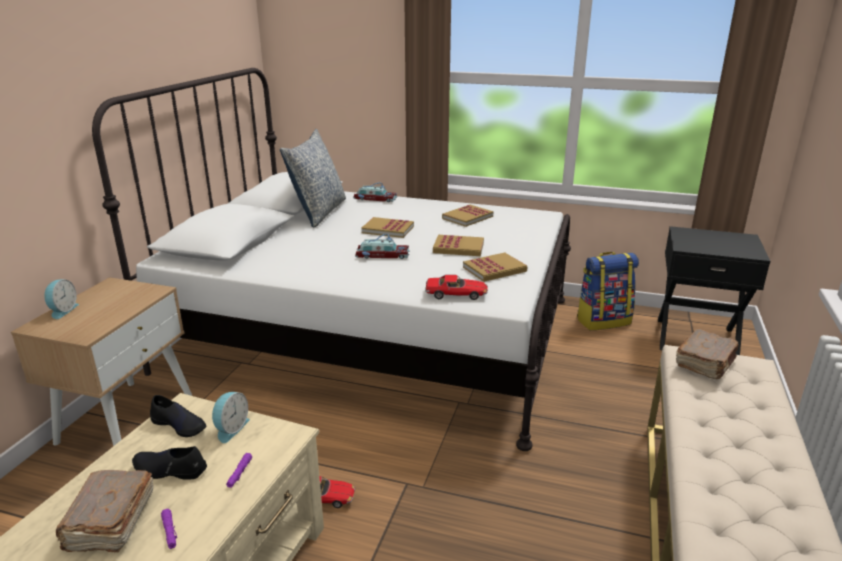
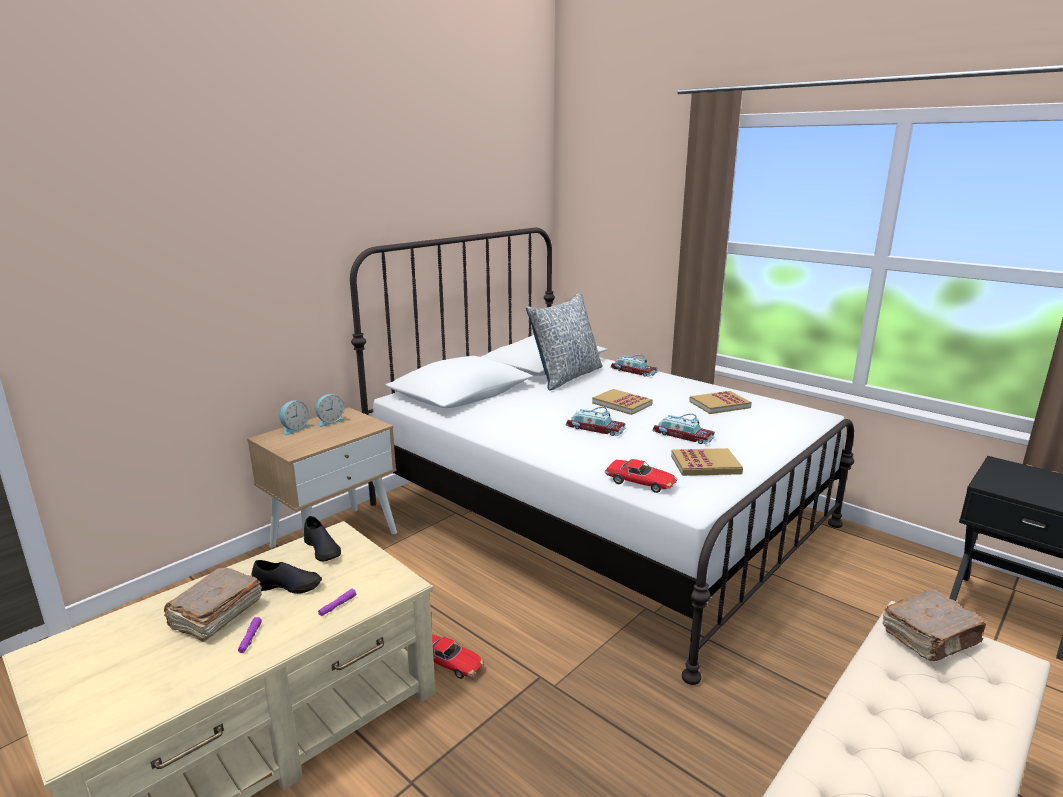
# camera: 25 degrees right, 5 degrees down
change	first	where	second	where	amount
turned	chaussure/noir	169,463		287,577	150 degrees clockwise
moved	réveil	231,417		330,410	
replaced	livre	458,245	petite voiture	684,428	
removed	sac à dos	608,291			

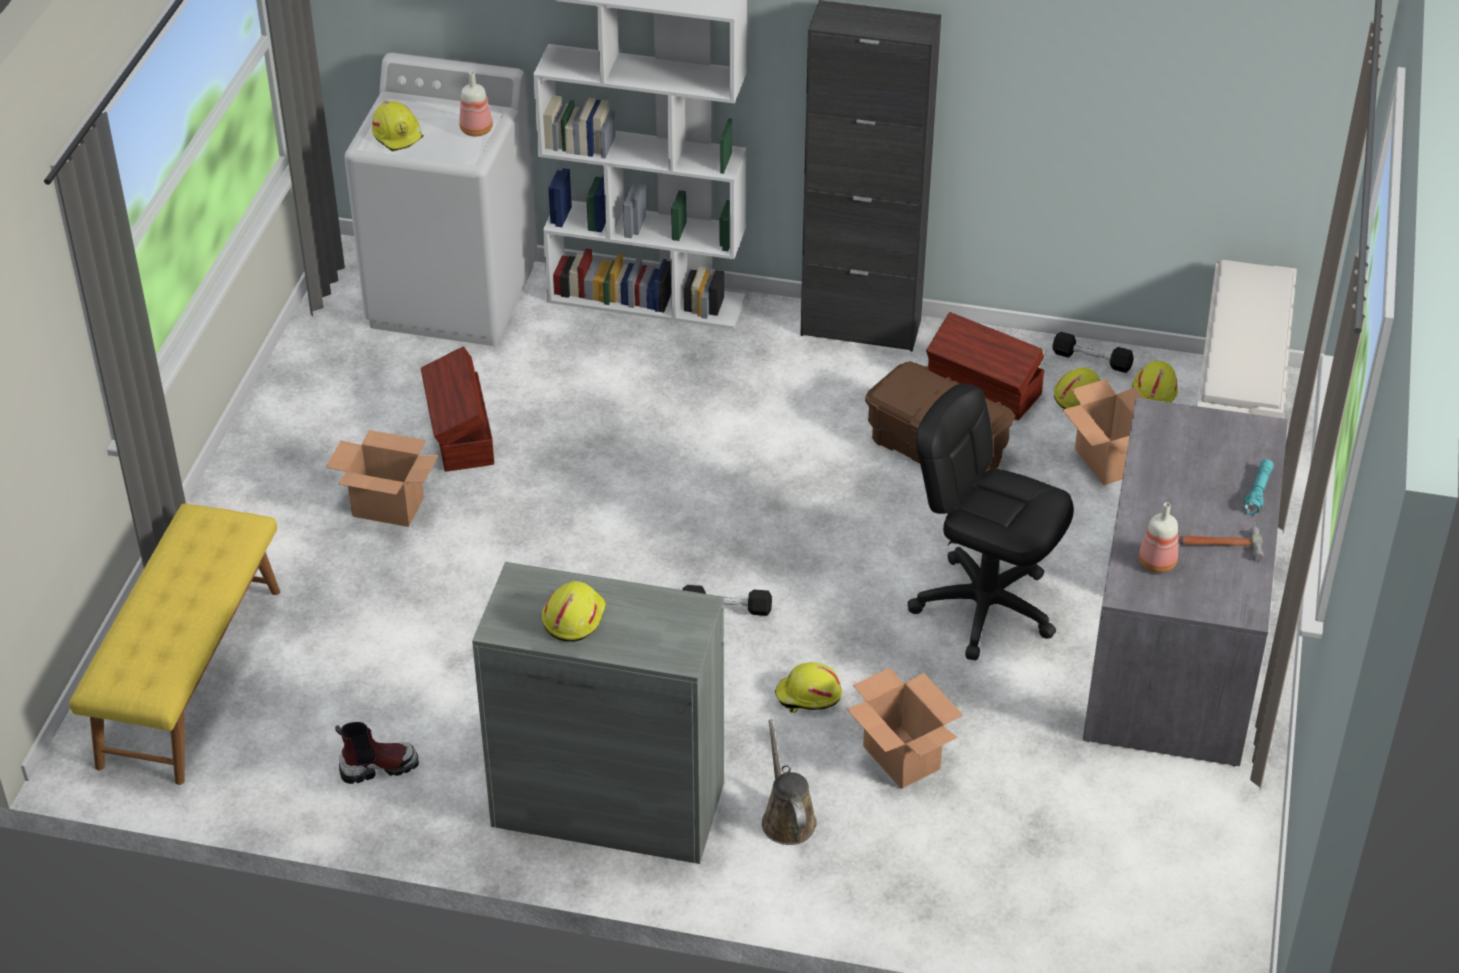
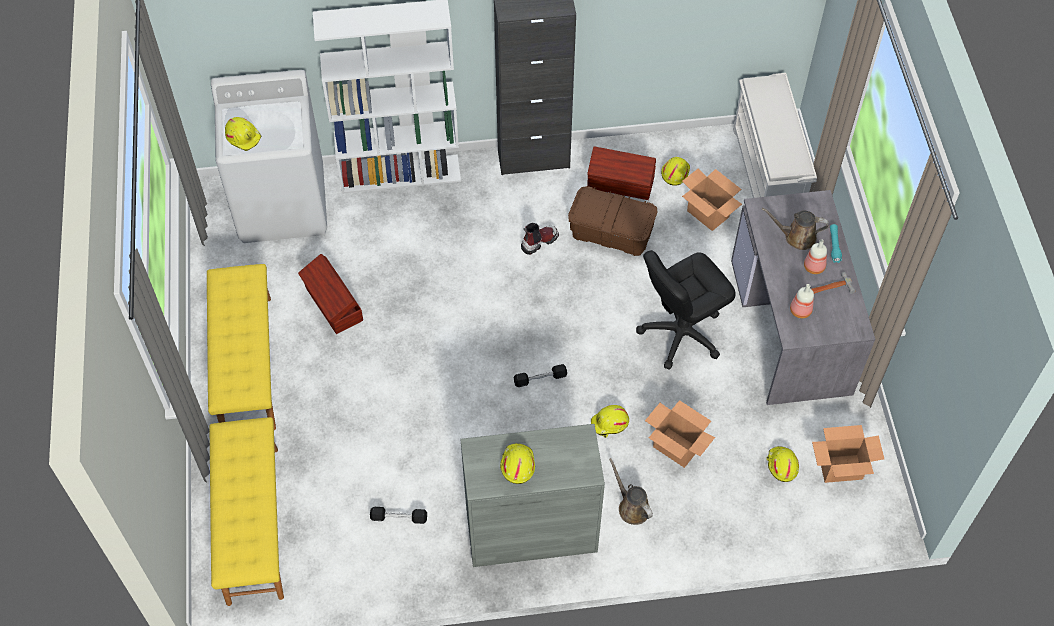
# camera: 20 degrees left, 15 degrees up
change	first	where	second	where	amount
moved	carton	382,478		848,454	
moved	botte	377,753		540,239	
moved	bouteille	476,103		815,256	
turned	chaise de bureau/noir	991,521		686,309	45 degrees counterclockwise
moved	haltère/noir	1093,352		398,515	
moved	casque de chantier/jaune	1155,381		783,464	
added			banc/jaune	241,347	
added			arrosoir/marron	795,229	

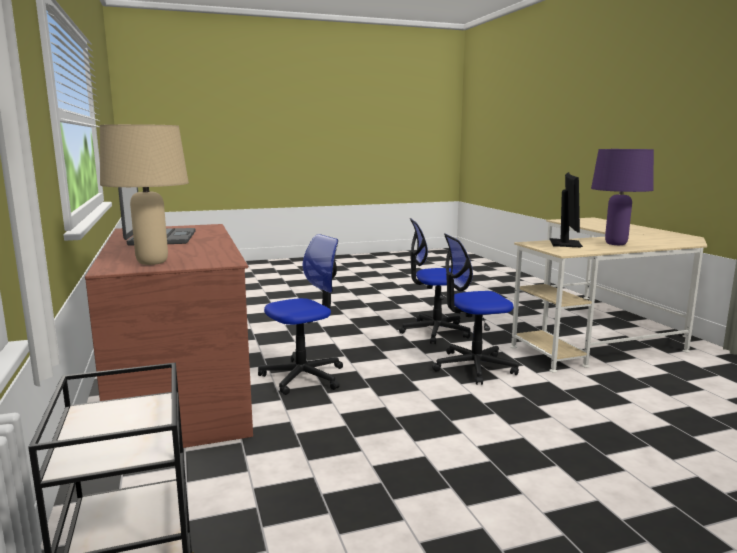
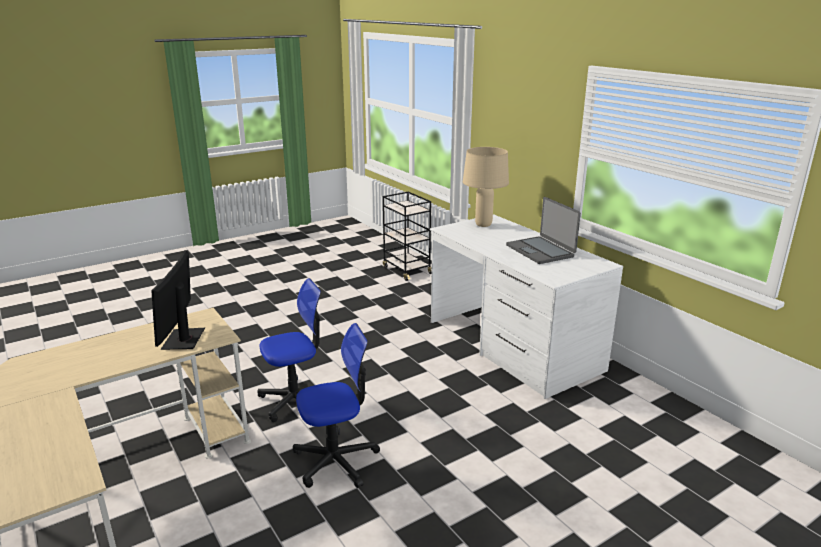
# camera: 165 degrees right, 10 degrees up
change	first	where	second	where	amount
recoloured	bureau/marron	169,336	bureau/blanc	526,306	
removed	chaise de bureau	300,314			
removed	lampe de table/violet	622,197			

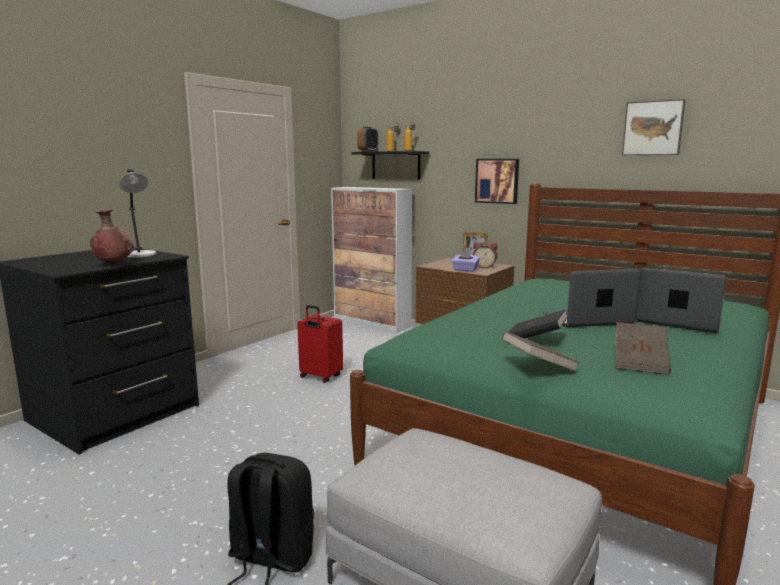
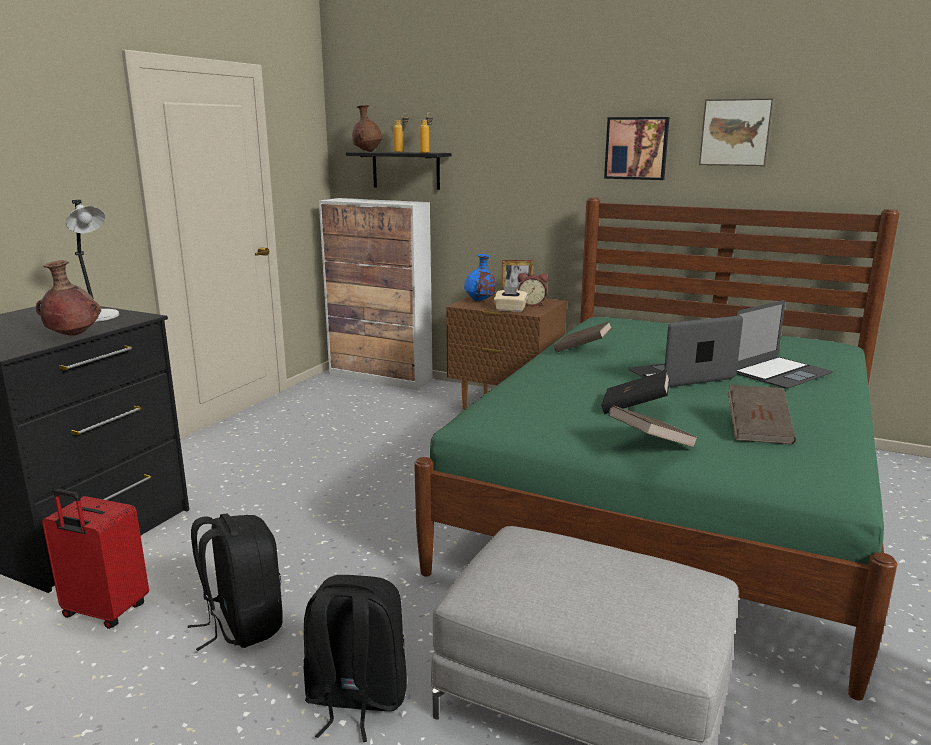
# camera: 10 degrees left, 5 degrees up
change	first	where	second	where	amount
moved	valise/rouge	320,344		95,559	
replaced	réveil	367,139	vase/marron	367,128	
recoloured	boîte à mouchoirs/violet	466,261	boîte à mouchoirs/beige	511,299	
moved	tableau	497,181		636,148	
turned	ordinateur portable	681,300		784,344	120 degrees clockwise
added			sac à dos/noir	235,582	
added			vase/bleu	480,277	
added			livre/marron	583,337	

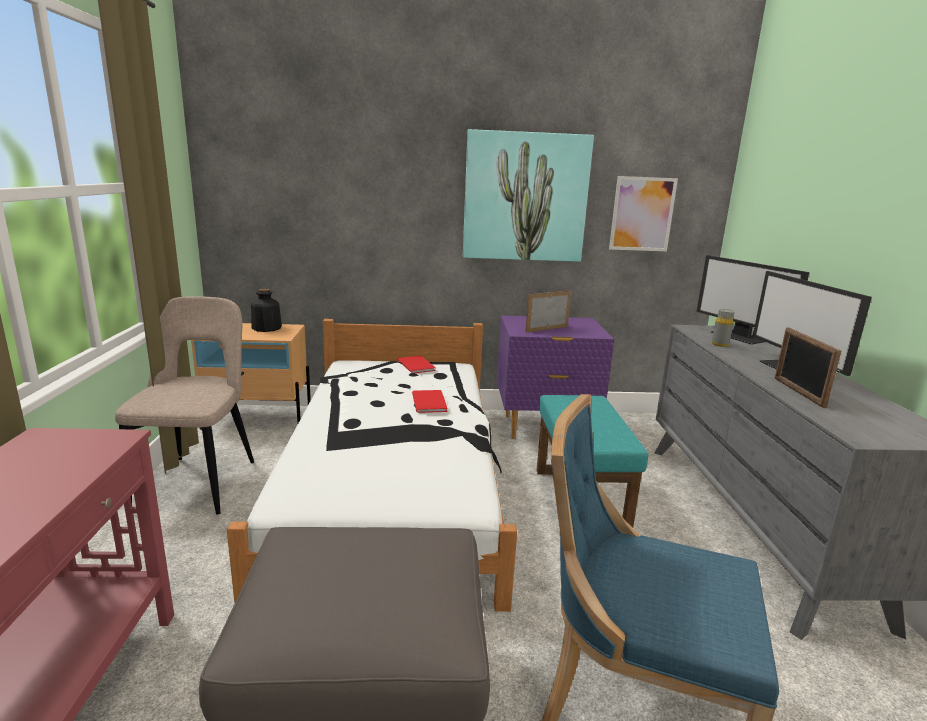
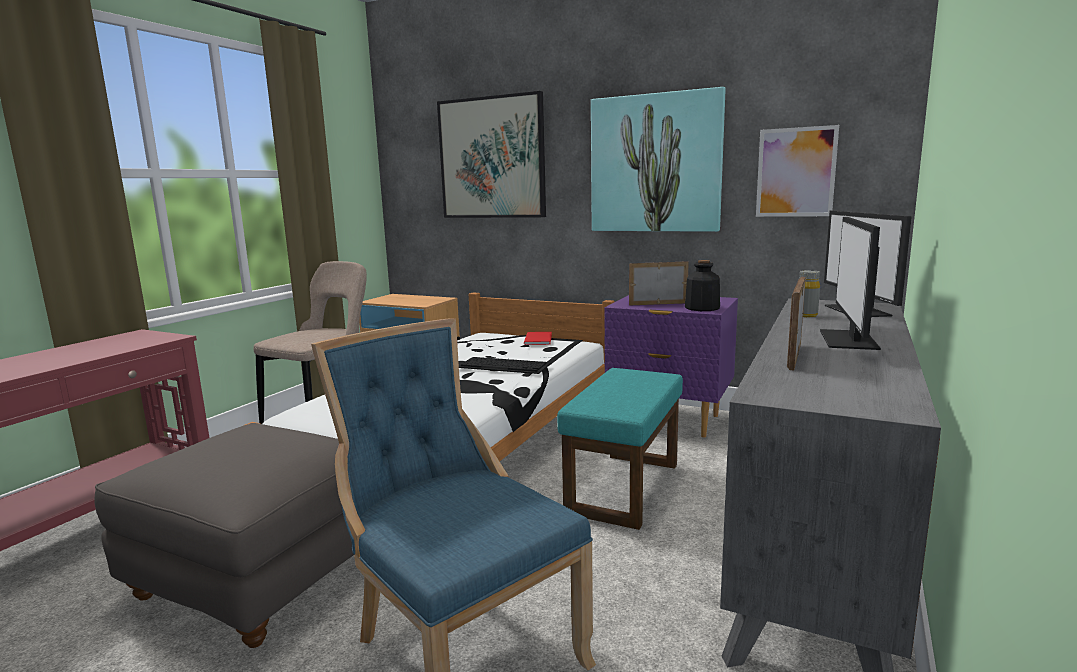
# camera: 30 degrees right, 5 degrees down
change	first	where	second	where	amount
moved	bouteille	266,310		702,285	
replaced	livre/rouge	429,401	clavier	505,365	
added			tableau	491,154	

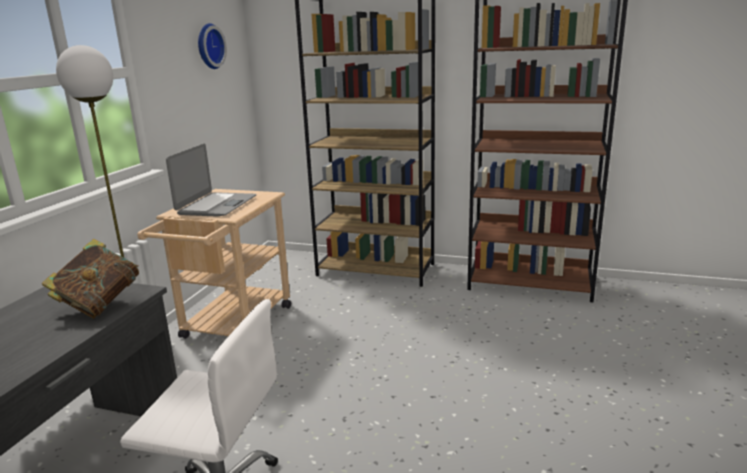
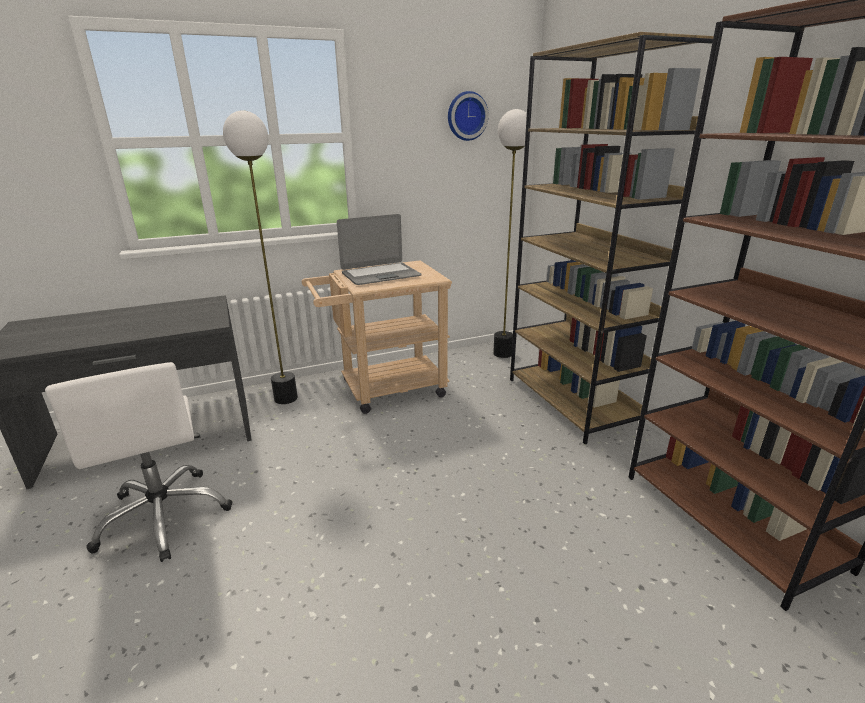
# camera: 50 degrees right, 5 degrees up
change	first	where	second	where	amount
removed	livre	90,278			
added			lampadaire	513,233	

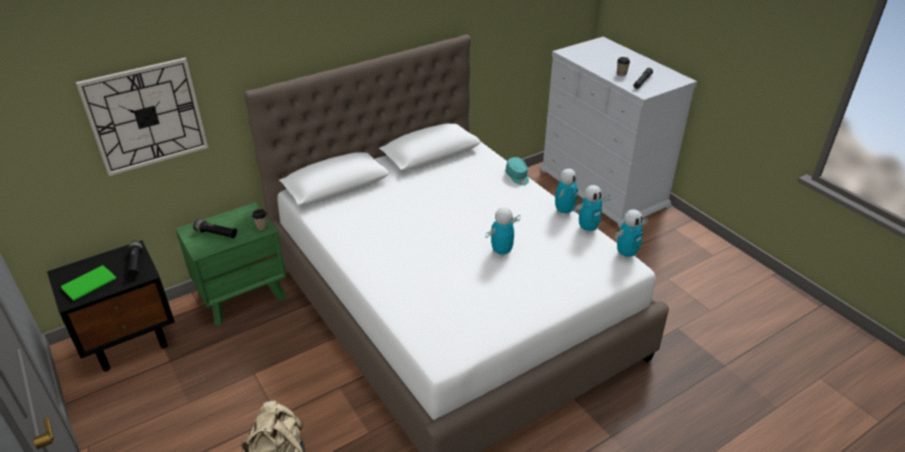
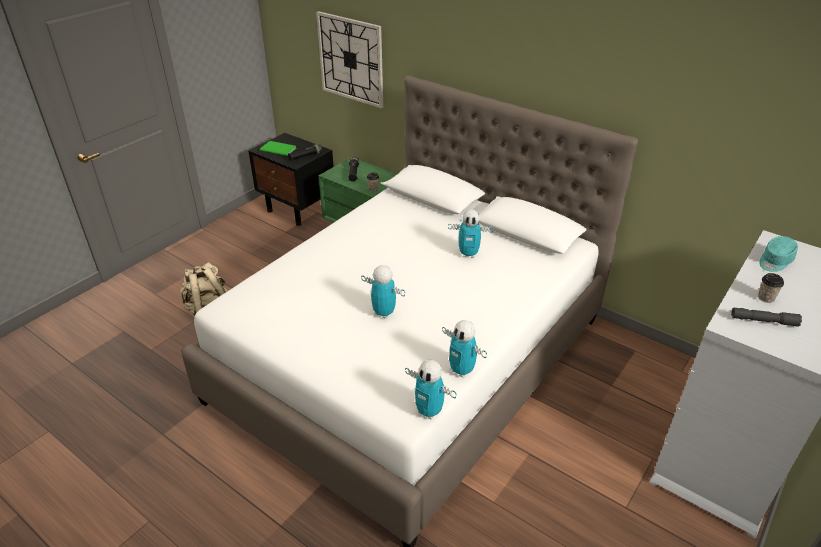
# camera: 70 degrees right, 0 degrees up
change	first	where	second	where	amount
moved	casquette/turquoise	517,171		778,254	
moved	robot jouet	566,192		471,233	

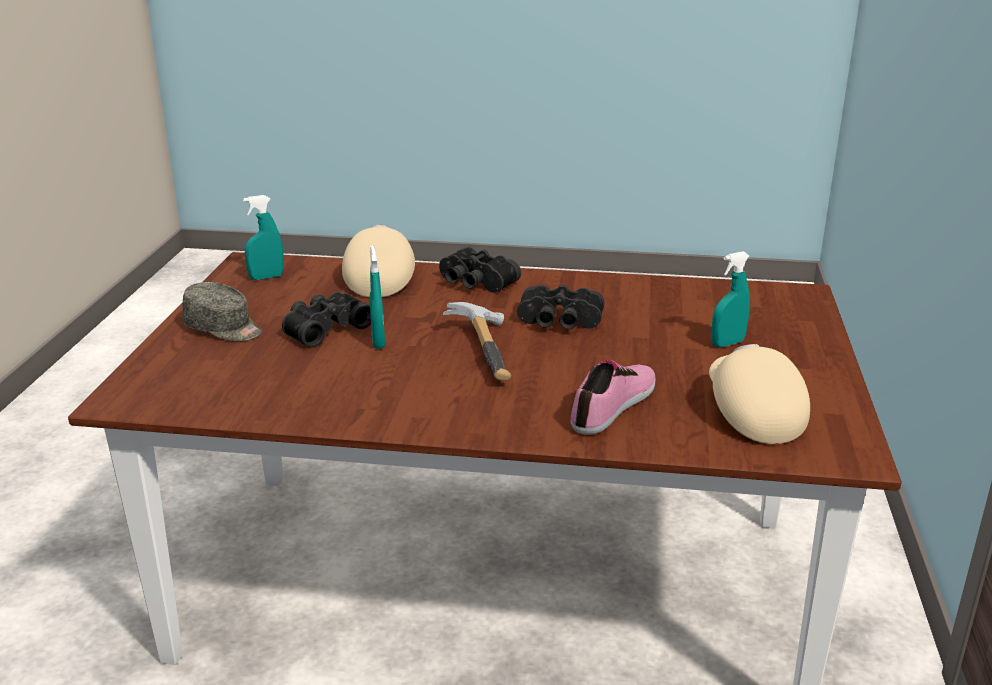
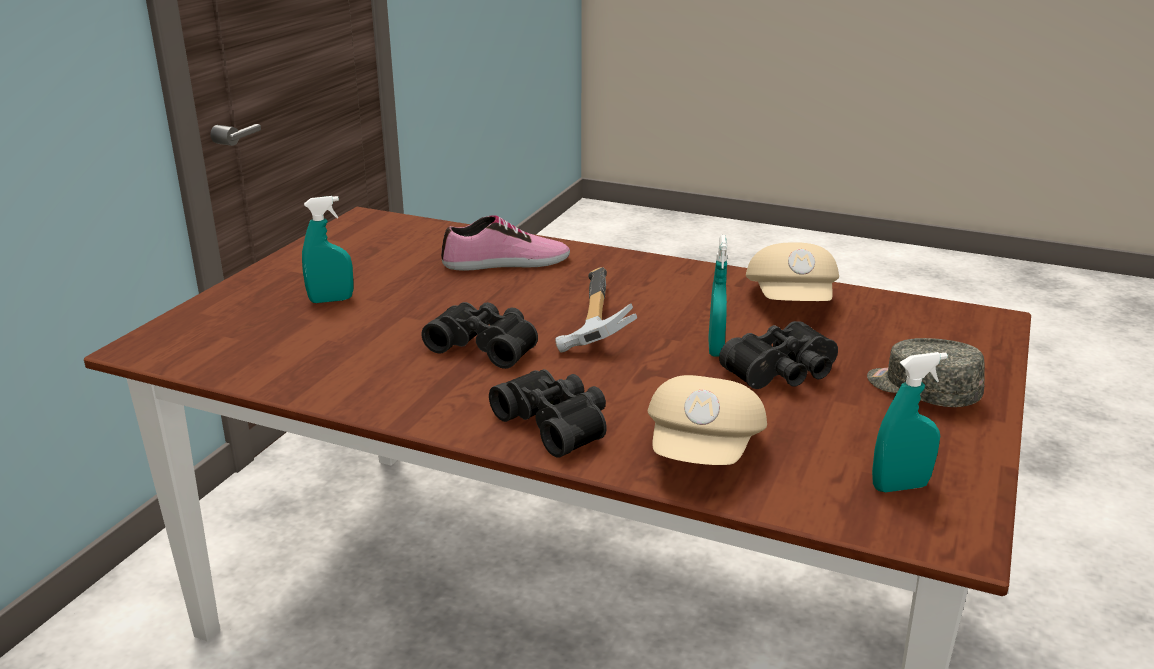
# camera: 165 degrees left, 0 degrees up
change	first	where	second	where	amount
turned	chaussure	613,397		505,243	150 degrees counterclockwise
moved	casquette/beige	759,394		792,271	

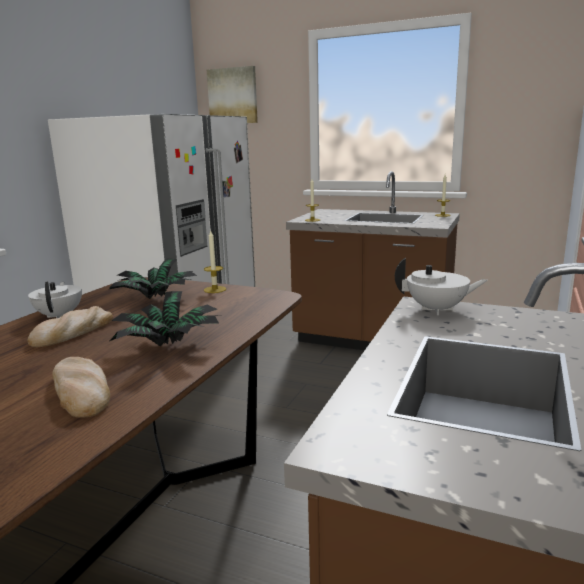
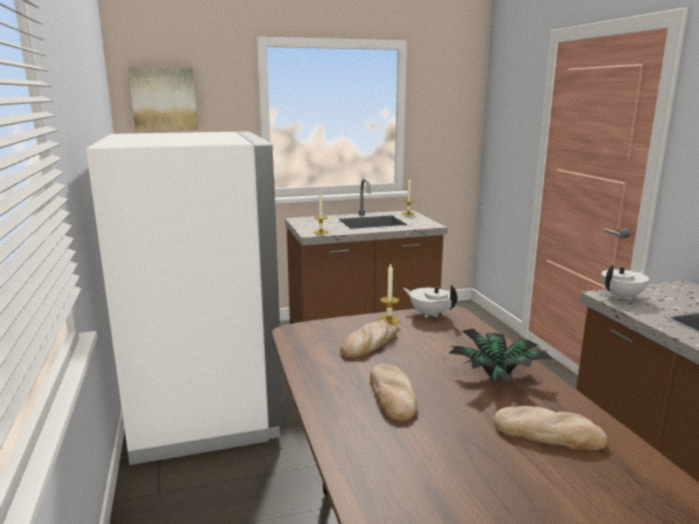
# camera: 40 degrees left, 0 degrees up
change	first	where	second	where	amount
moved	théière/blanc	55,300		430,301	
replaced	plante en pot	153,278	pain	368,338	

